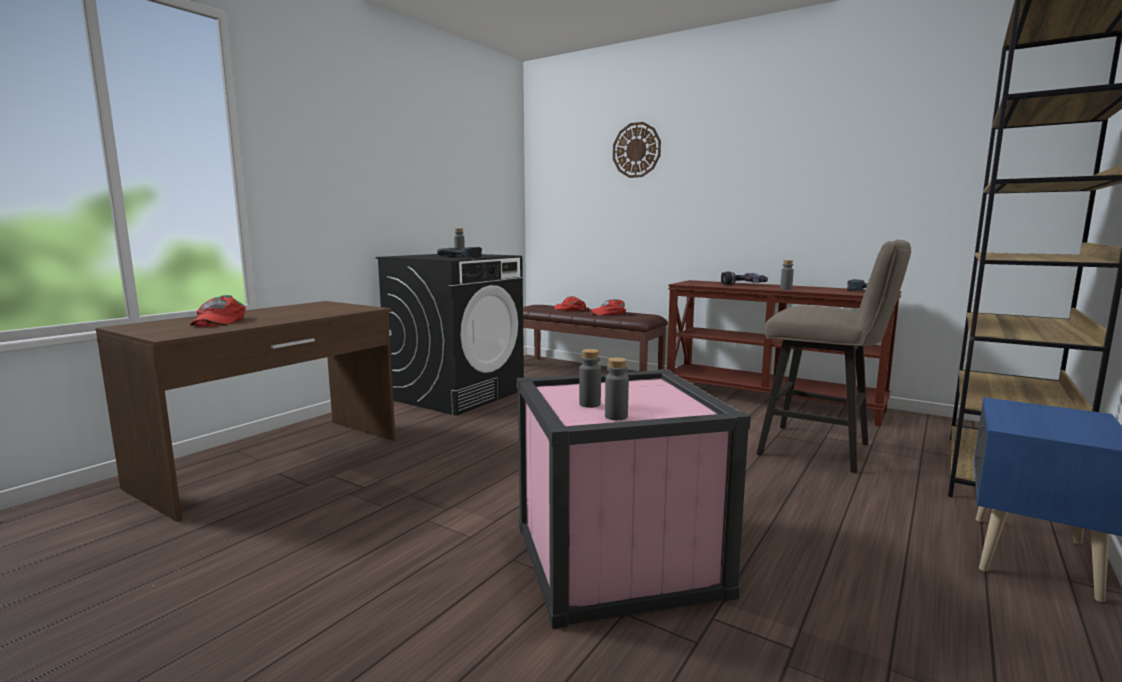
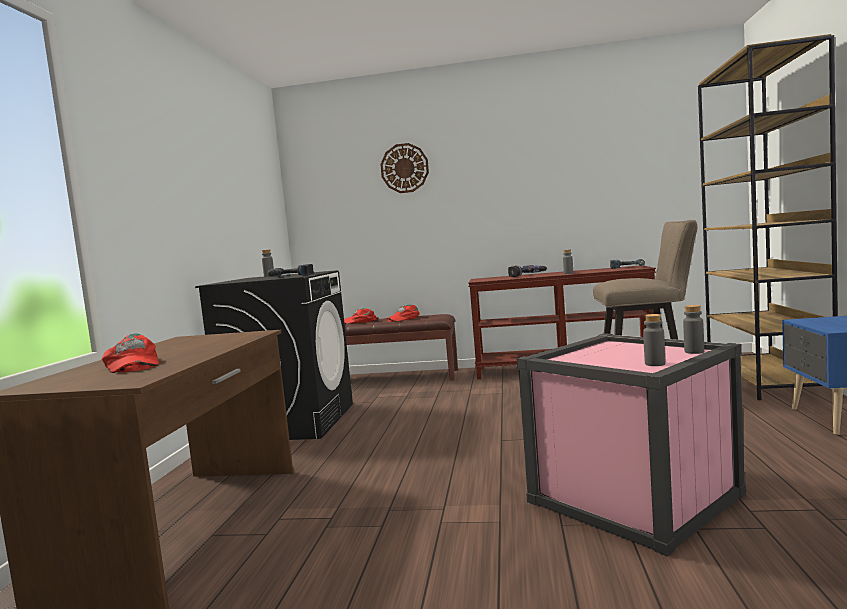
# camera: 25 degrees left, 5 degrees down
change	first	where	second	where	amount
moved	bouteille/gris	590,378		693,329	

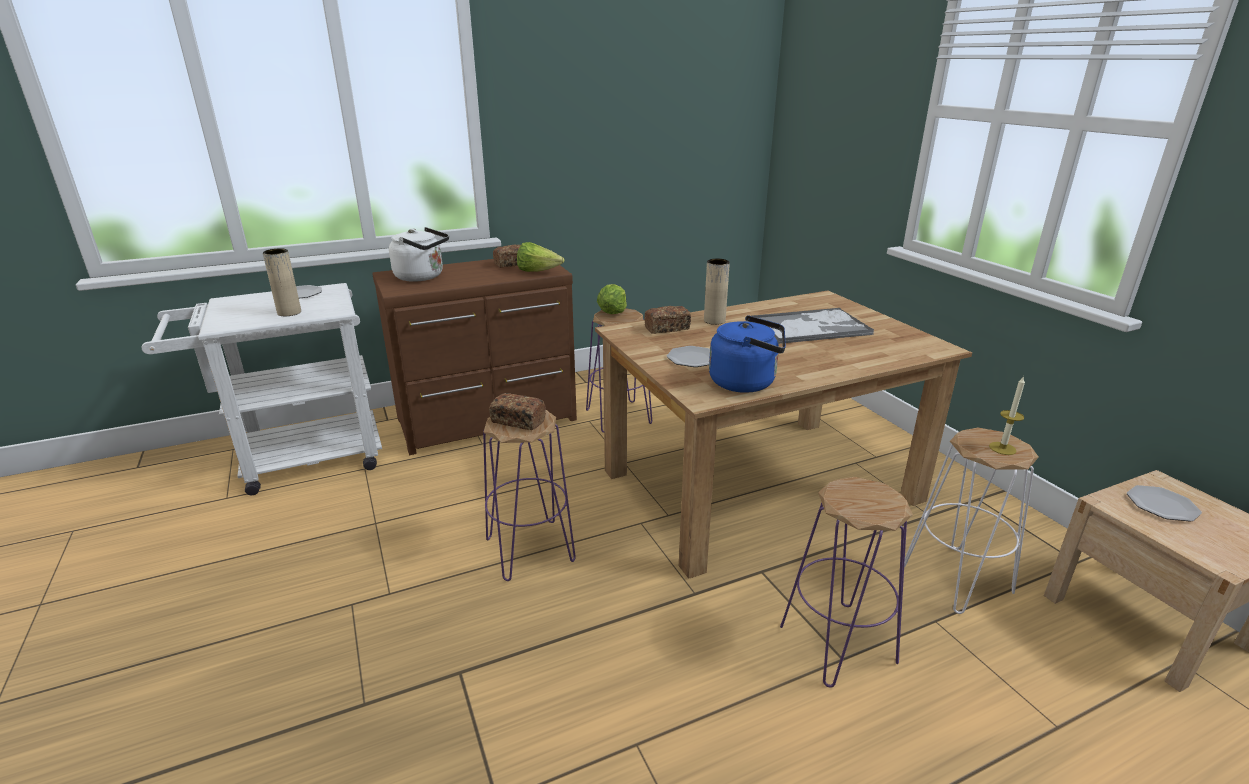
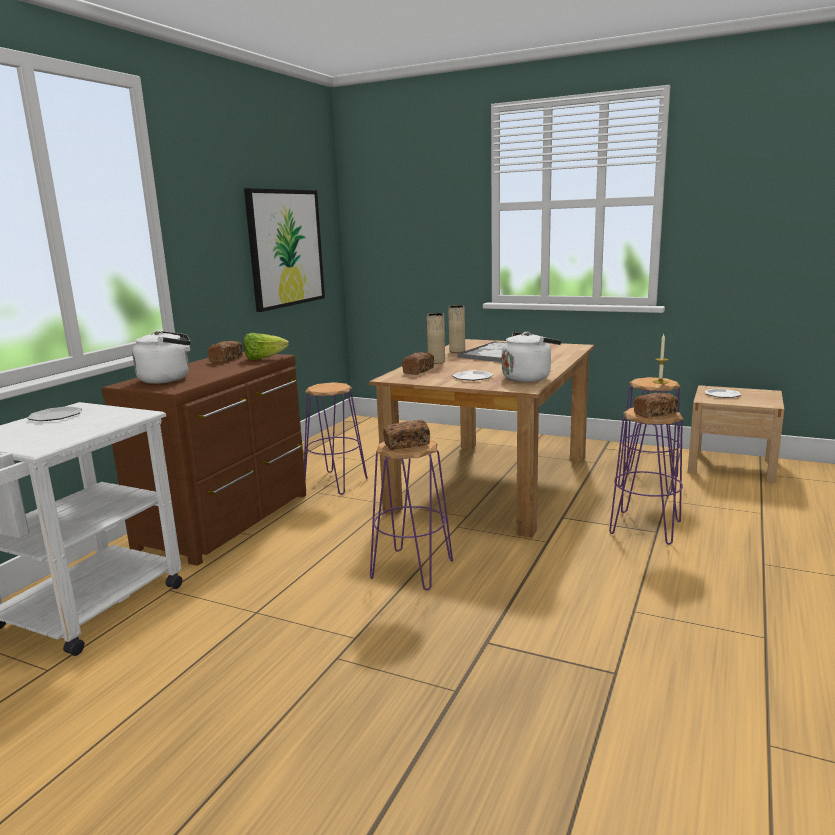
# camera: 40 degrees left, 10 degrees down
change	first	where	second	where	amount
moved	vase/beige	282,282		456,329	
removed	laitue	612,299			
recoloured	bouilloire/bleu	747,354	bouilloire/blanc	531,357	
recoloured	tabouret/blanc	971,521	tabouret/violet	649,435	
added			tableau	284,250	
added			pain	655,405	

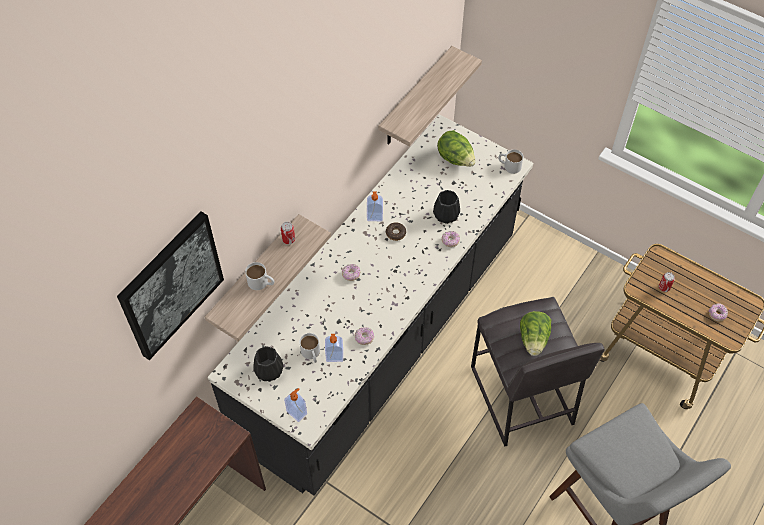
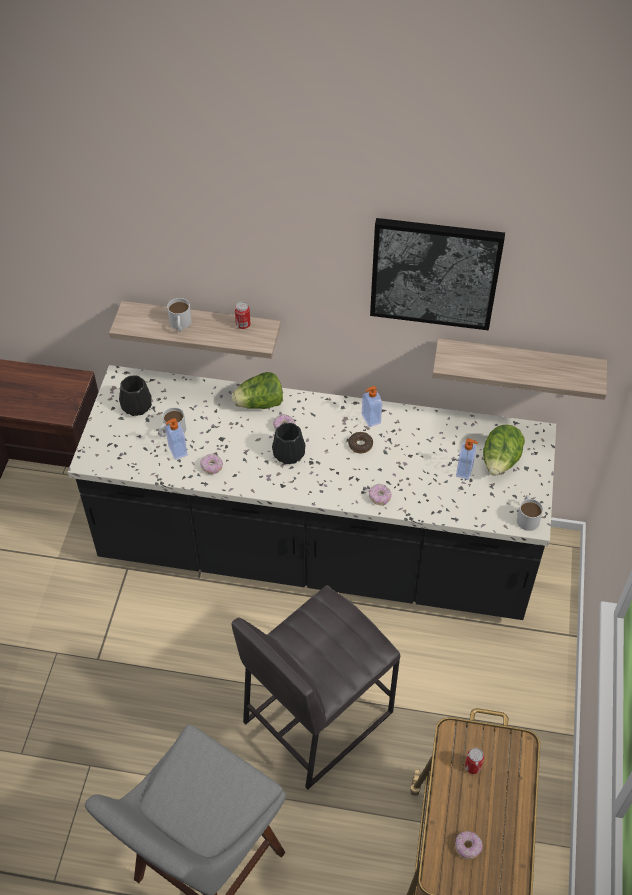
# camera: 65 degrees right, 5 degrees down
change	first	where	second	where	amount
moved	tableau	170,285		437,274	
moved	distributeur de savon	295,405		467,459	
moved	vase/noir	446,207		289,443	
moved	laitue	535,333		257,390	

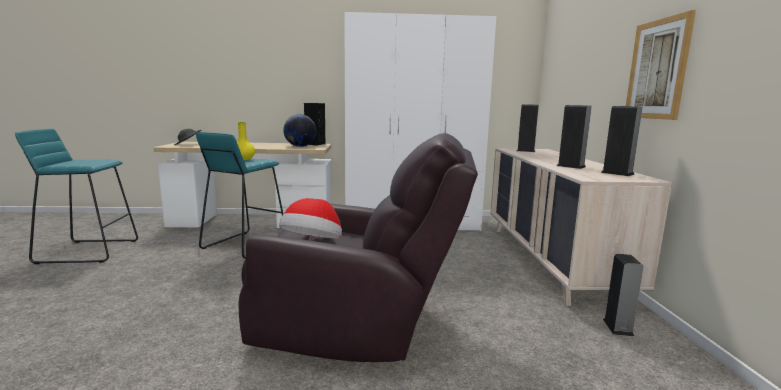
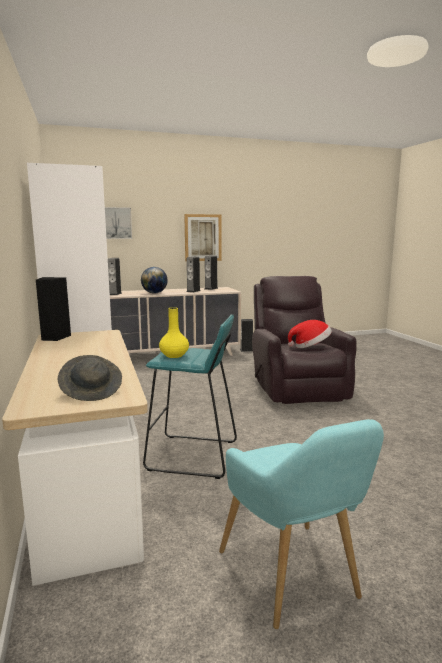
# camera: 105 degrees left, 0 degrees up
change	first	where	second	where	amount
replaced	tabouret/turquoise	76,196	fauteuil/turquoise	301,524	
moved	globe	299,130		154,280	
added			tableau	118,223	

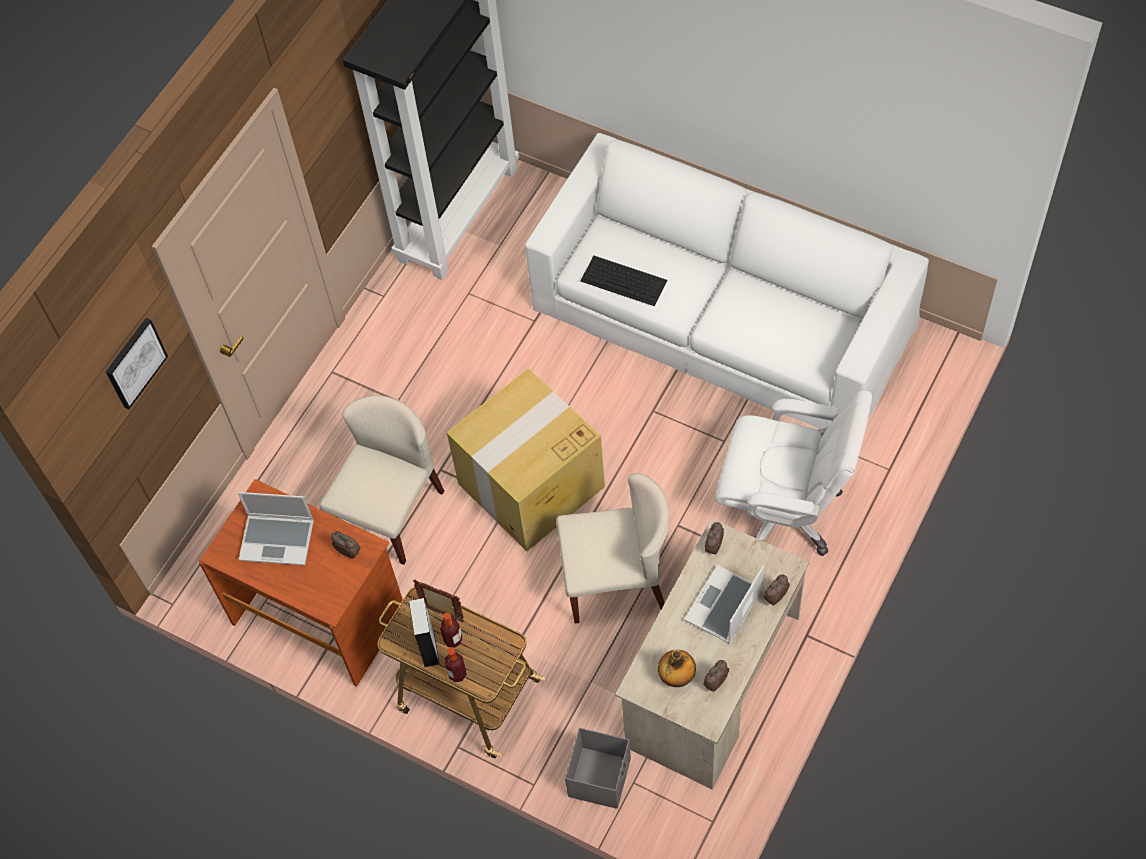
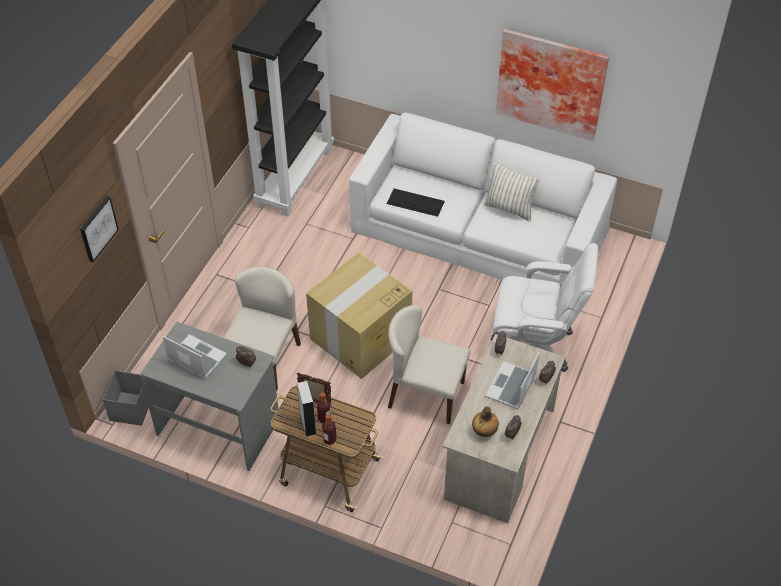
# camera: 10 degrees left, 10 degrees down
change	first	where	second	where	amount
recoloured	bureau/marron	301,583	bureau/gris	209,396	
turned	ordinateur portable	276,528		195,356	150 degrees counterclockwise
turned	chaise/beige	613,548		429,364	150 degrees counterclockwise
moved	boîte de rangement/gris	598,768		126,398	
added			coussin	512,191	
added			tableau	552,85	

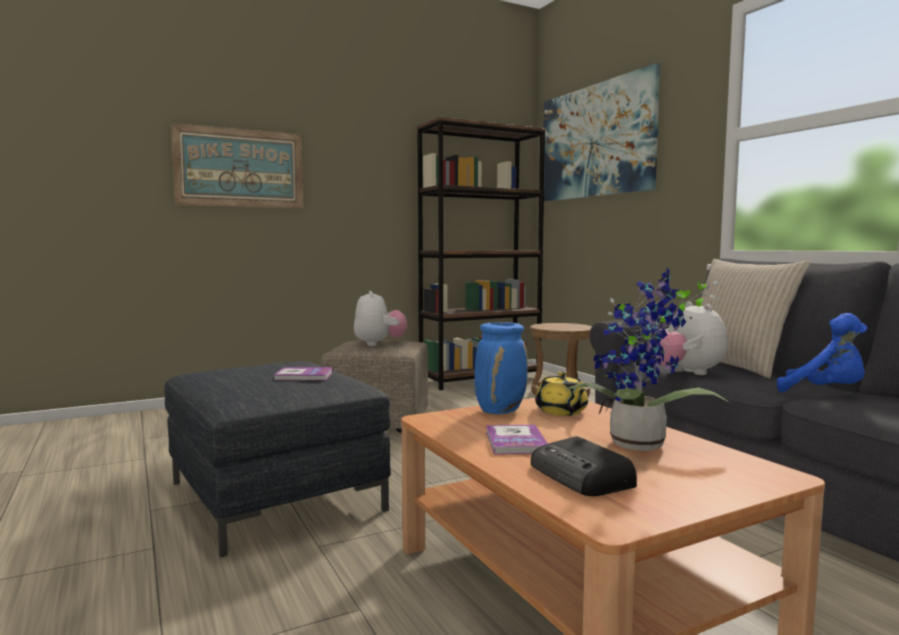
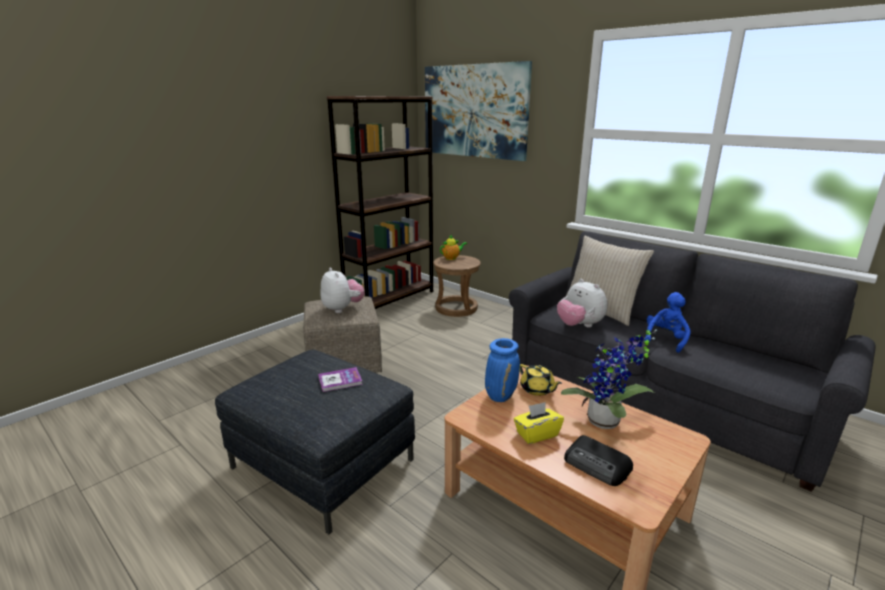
# camera: 20 degrees left, 15 degrees up
change	first	where	second	where	amount
removed	tableau	237,166			
replaced	livre	517,440	boîte à mouchoirs/jaune	539,423	
turned	peluche/bleu	822,352		667,322	75 degrees counterclockwise
added			théière	453,247	

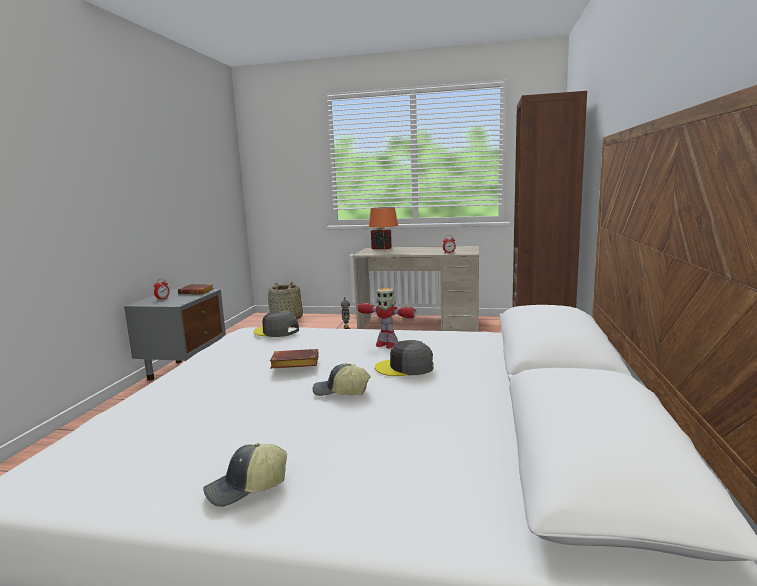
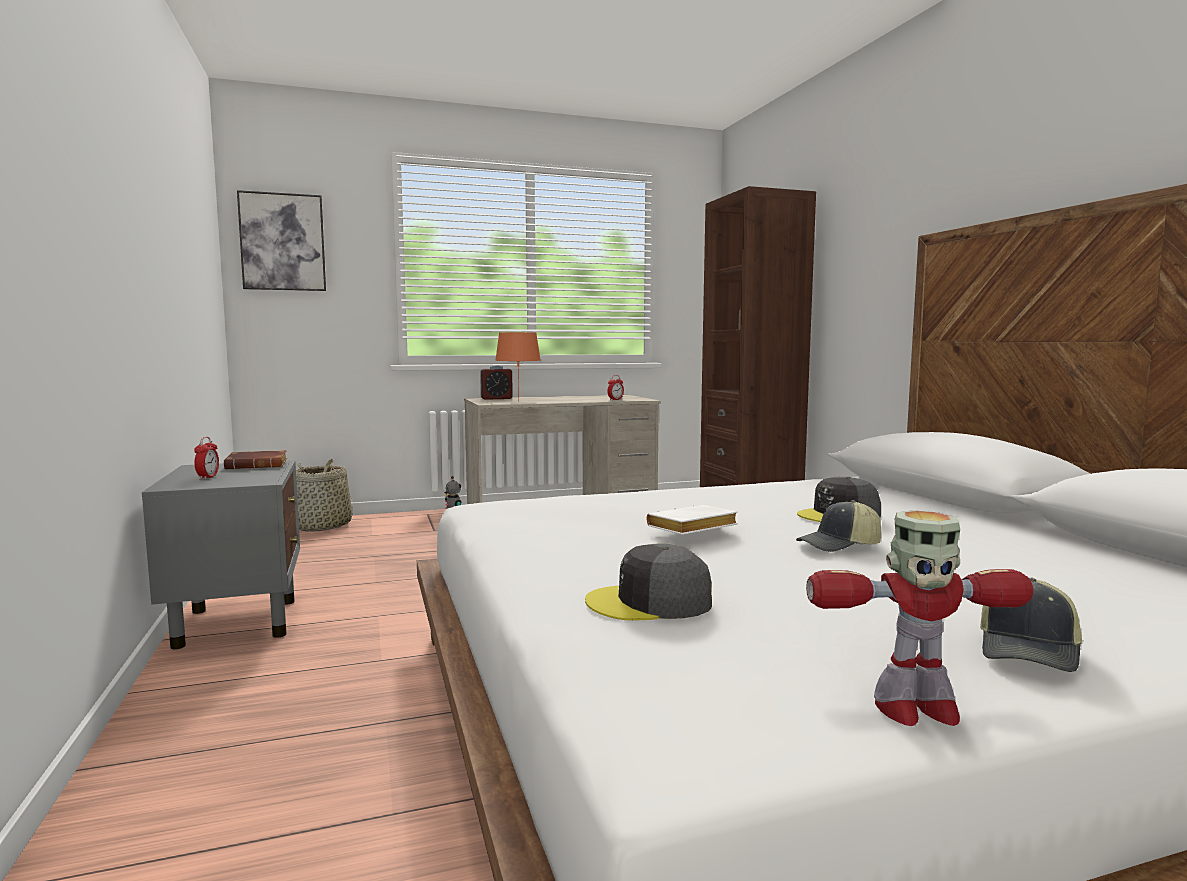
# camera: 30 degrees left, 5 degrees down
change	first	where	second	where	amount
moved	casquette/gris	276,324		648,582	
recoloured	livre/marron	294,358	livre/blanc	692,520	
moved	robot jouet	387,318		919,618	
added			tableau	281,240	

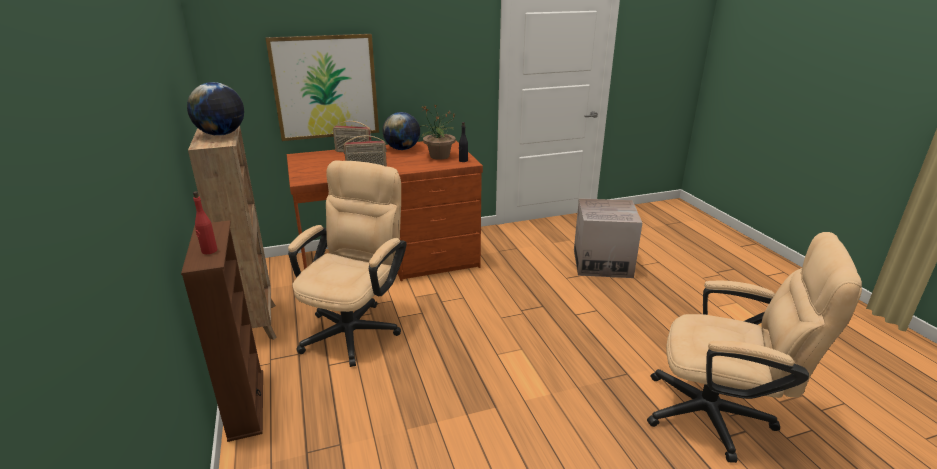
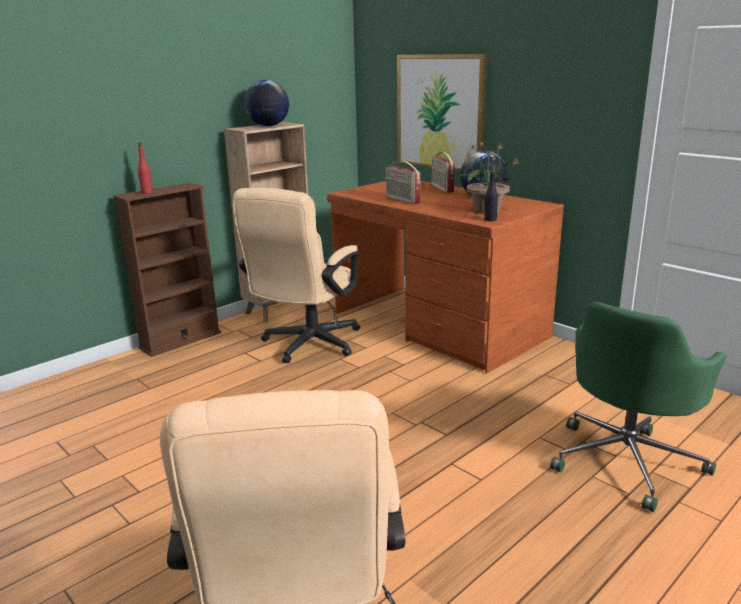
# camera: 65 degrees right, 5 degrees down
change	first	where	second	where	amount
turned	chaise de bureau/beige	347,263		296,276	120 degrees clockwise
replaced	carton	608,238	chaise de bureau/vert	638,407	

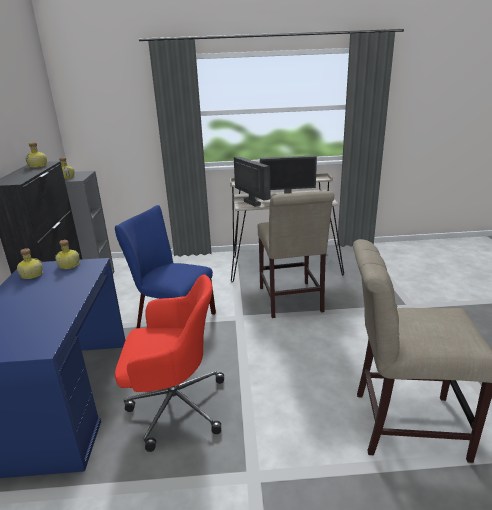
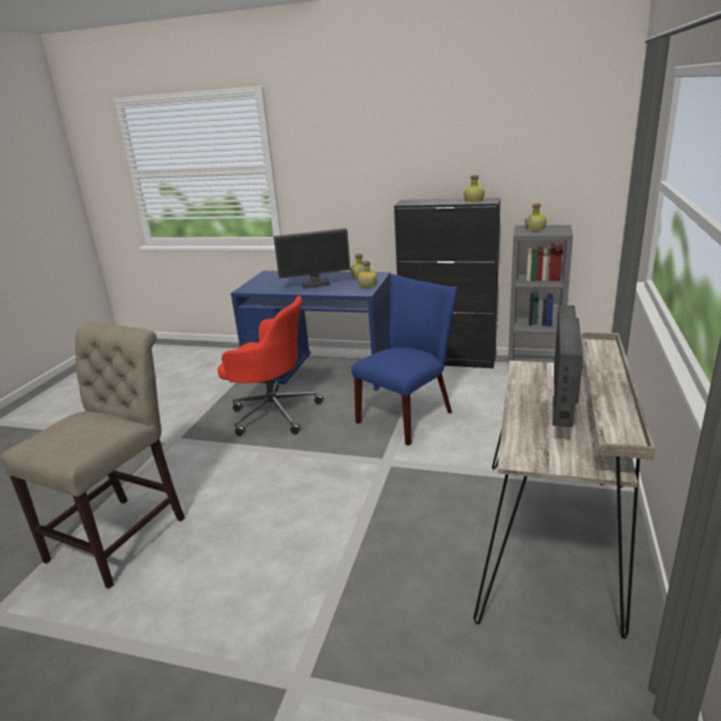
# camera: 110 degrees right, 0 degrees up
change	first	where	second	where	amount
turned	chaise de bureau/rouge	169,363		270,366	90 degrees counterclockwise
moved	écran d'ordinateur	252,182		311,258	
removed	chaise/beige	296,254			

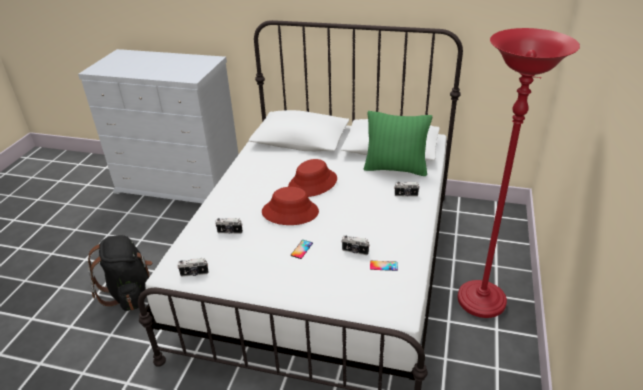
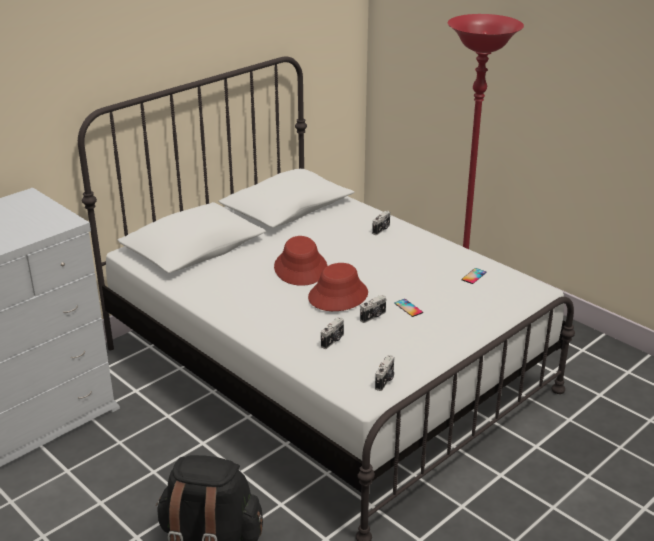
# camera: 60 degrees left, 5 degrees down
change	first	where	second	where	amount
moved	appareil photo	355,245		373,309	
removed	coussin/vert	398,143			

